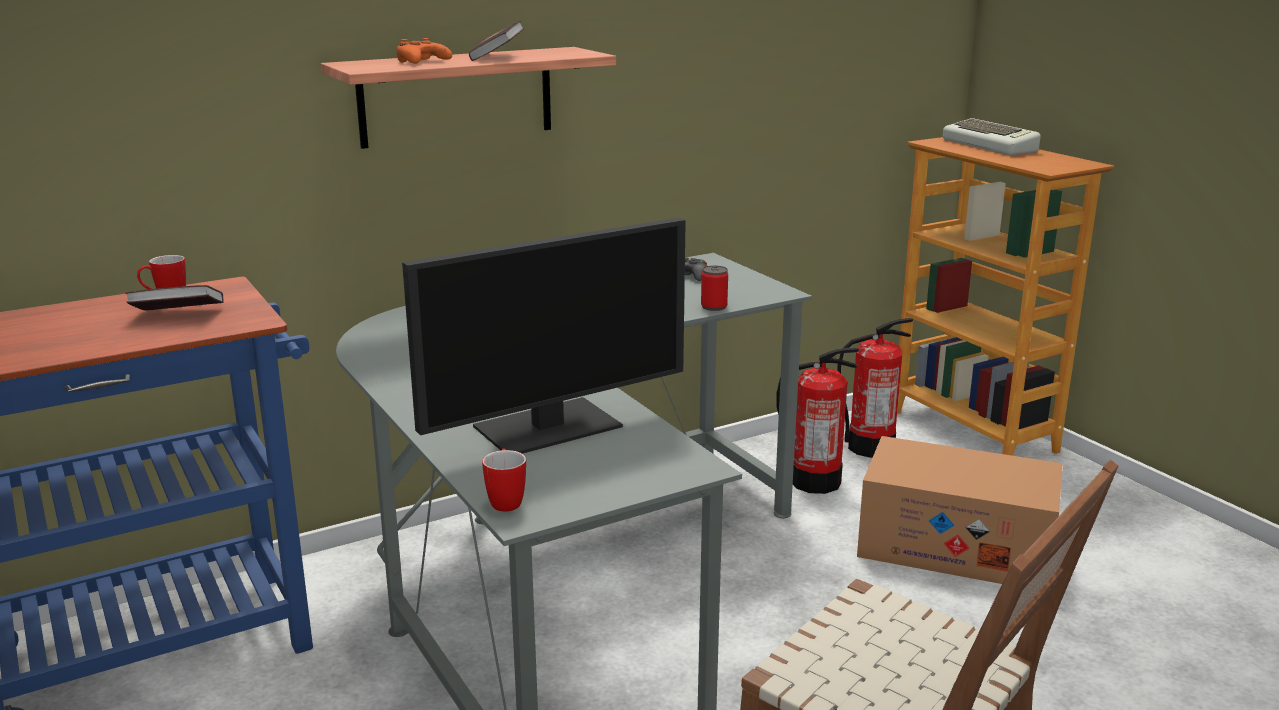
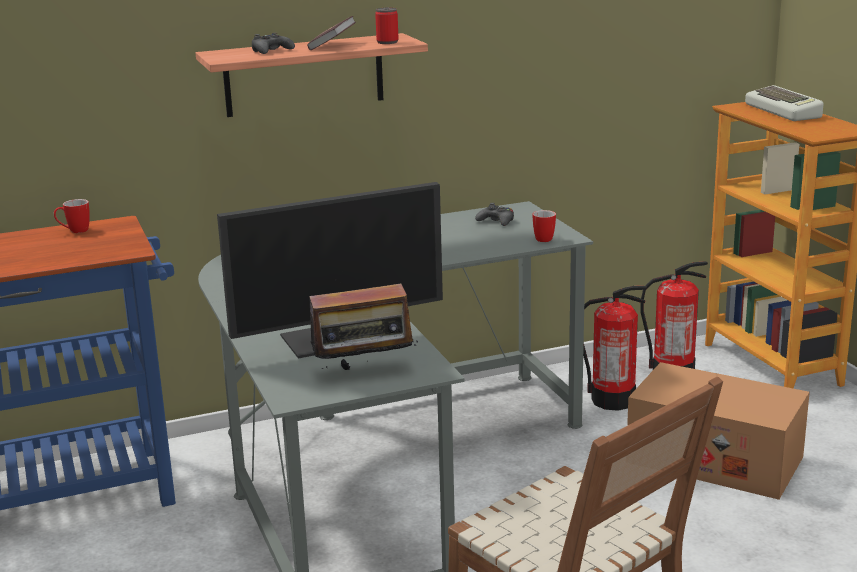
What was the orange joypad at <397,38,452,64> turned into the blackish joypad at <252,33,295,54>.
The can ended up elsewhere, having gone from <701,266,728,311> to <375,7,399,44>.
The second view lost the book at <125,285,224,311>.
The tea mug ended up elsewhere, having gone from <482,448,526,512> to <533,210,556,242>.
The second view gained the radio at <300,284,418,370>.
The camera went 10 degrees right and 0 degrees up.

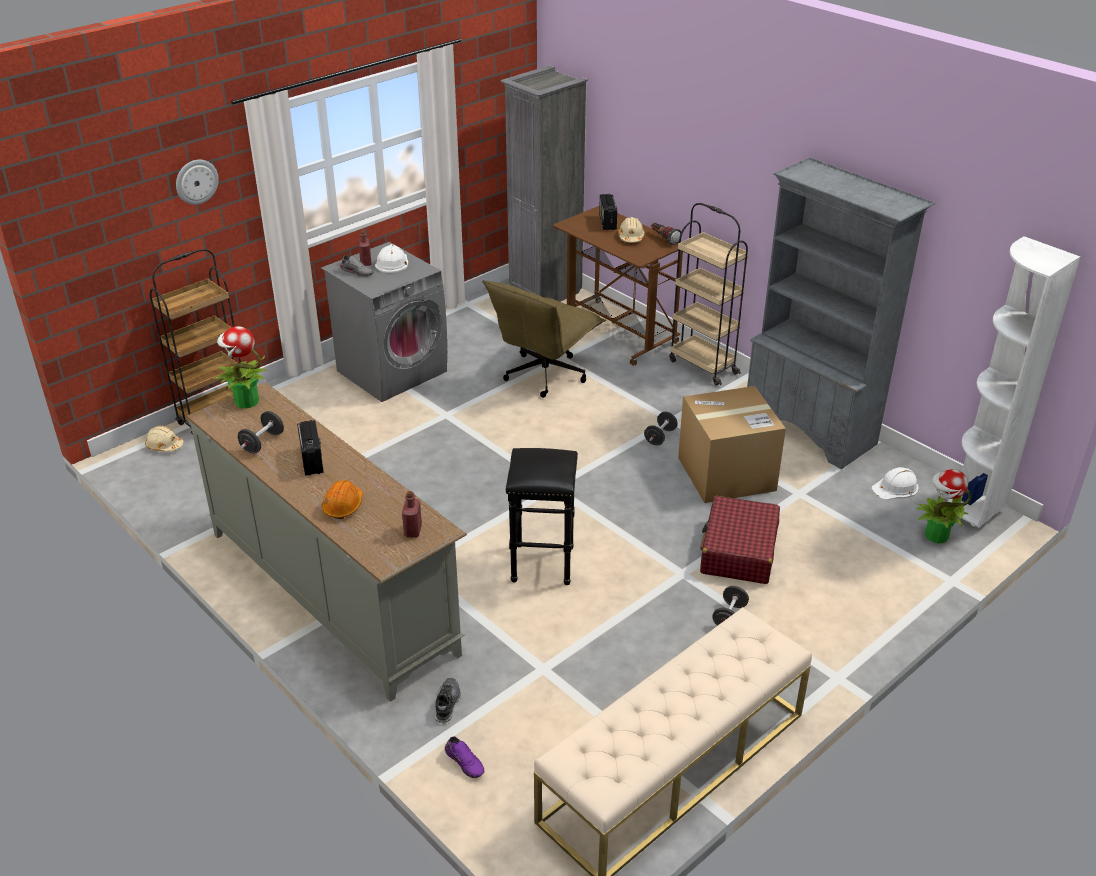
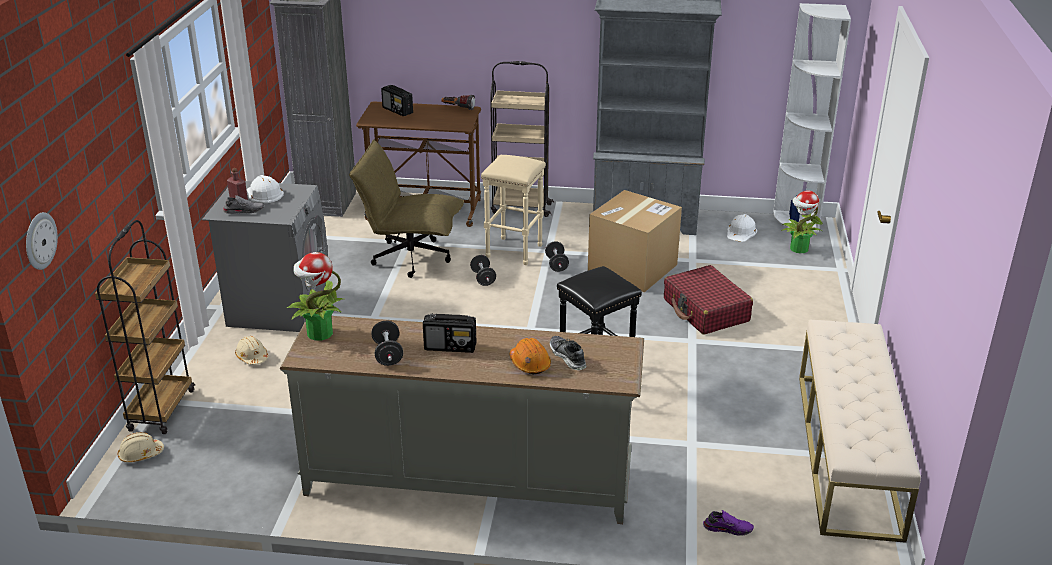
The wall clock ended up elsewhere, having gone from <176,160,219,205> to <26,212,58,270>.
The beige work helmet ended up elsewhere, having gone from <618,217,645,242> to <235,336,268,365>.
The beige computer chair at <482,280,606,398> ended up facing another way, 105 degrees clockwise from before.
The radio at <297,420,324,476> ended up facing another way, 150 degrees clockwise from before.
The second view lost the red bottle at <402,491,422,538>.
The blackish free weight ended up elsewhere, having gone from <712,586,749,626> to <470,255,496,286>.
The low shoe ended up elsewhere, having gone from <435,678,461,725> to <550,336,586,370>.
The second view gained the beige stool seat at <481,155,546,265>.
The camera went 40 degrees left and 5 degrees down.

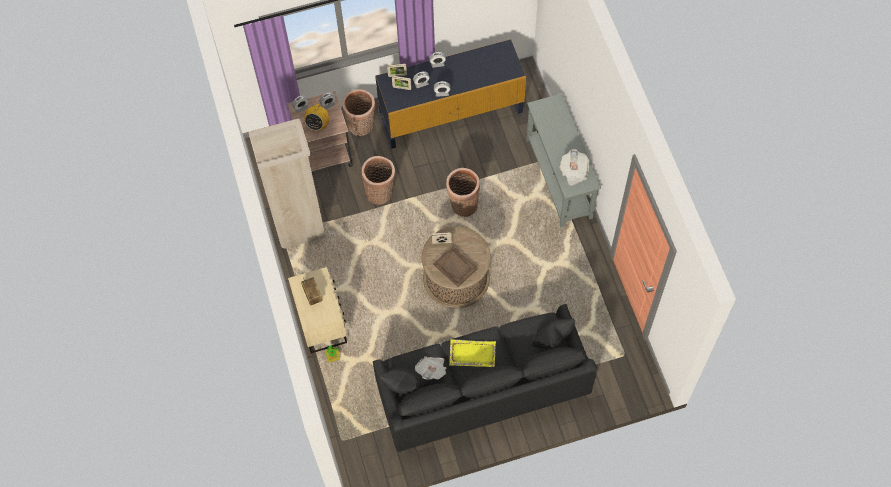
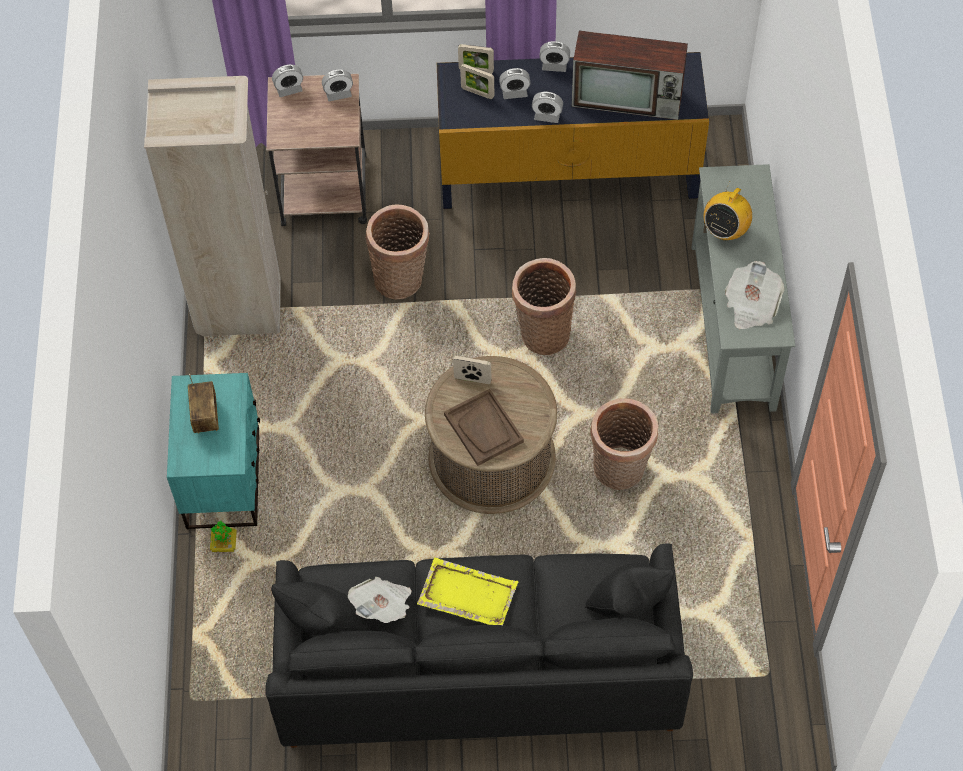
The household basket ended up elsewhere, having gone from <342,89,375,136> to <590,398,658,490>.
The radio ended up elsewhere, having gone from <304,100,329,131> to <704,184,752,240>.
What was the beige nightstand at <288,267,347,354> turned into the turquoise nightstand at <167,373,260,529>.
The second view gained the television at <572,31,688,120>.
The camera went 15 degrees right and 5 degrees down.

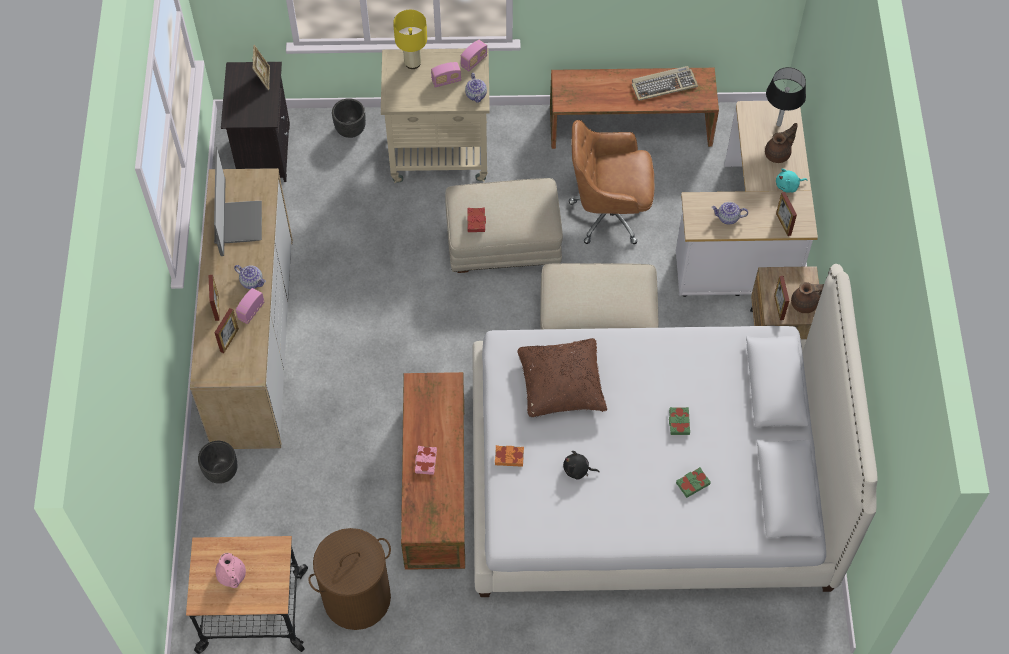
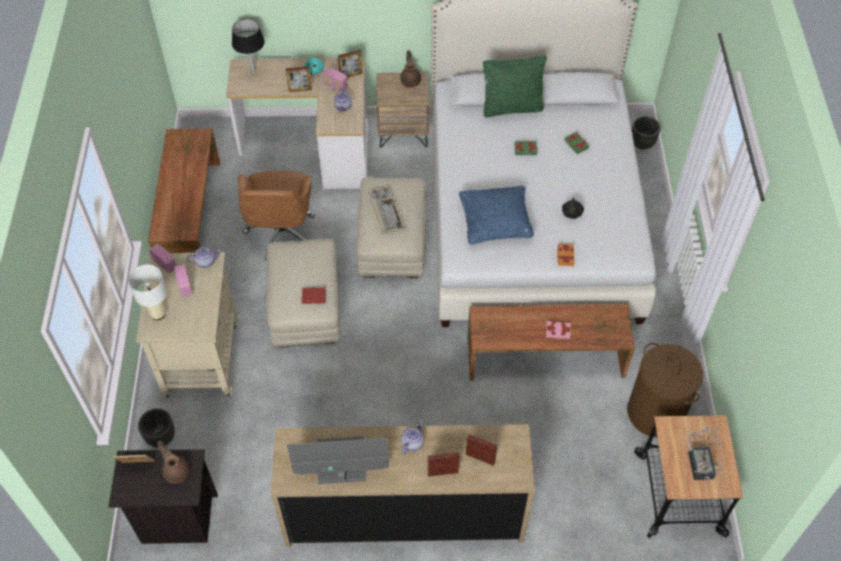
What was the yellowish table lamp at <393,10,427,69> turned into the white-coloured table lamp at <128,265,167,320>.
The computer keyboard ended up elsewhere, having gone from <632,66,698,101> to <368,186,405,234>.
The brownish teapot ended up elsewhere, having gone from <765,123,798,163> to <158,441,190,484>.
The photo frame ended up elsewhere, having gone from <774,276,789,320> to <286,66,312,92>.
The radio ended up elsewhere, having gone from <236,288,264,324> to <323,68,348,91>.
What was the brownish cushion at <518,338,607,417> turned into the blue-coloured cushion at <459,186,534,245>.
The blackish planter ended up elsewhere, having gone from <198,441,238,484> to <632,116,661,150>.
Where the pinkish teapot stood at <215,553,246,588>, the houseplant came to stand at <685,426,723,480>.
The second view gained the green cushion at <483,55,547,117>.
The camera went 90 degrees left and 5 degrees down.

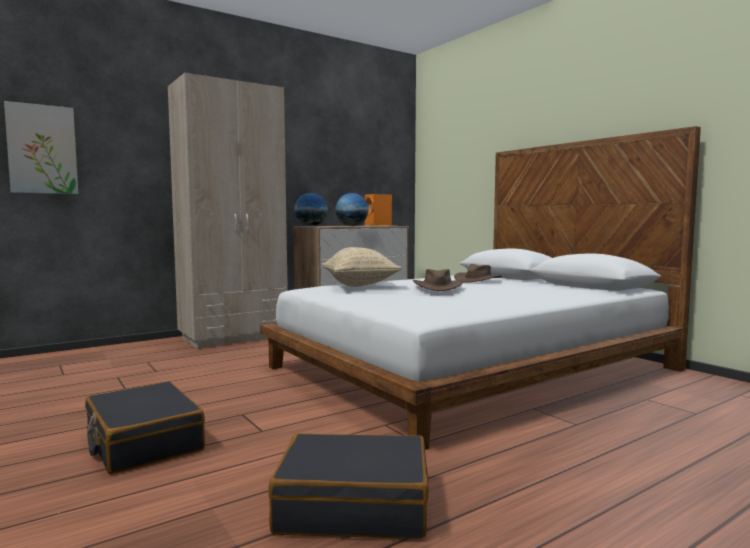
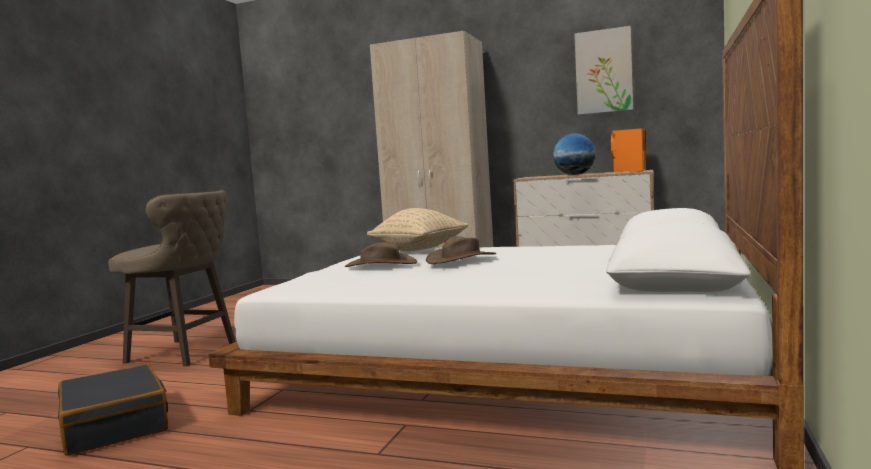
The picture ended up elsewhere, having gone from <4,101,78,194> to <574,26,633,115>.
The second view lost the desk globe at <294,193,328,226>.
The brownish clothing hat ended up elsewhere, having gone from <454,264,502,283> to <345,242,417,267>.
Where the blackish travel case stood at <85,381,205,474>, the beige stool seat came to stand at <108,190,236,366>.
The camera went 55 degrees right and 0 degrees up.

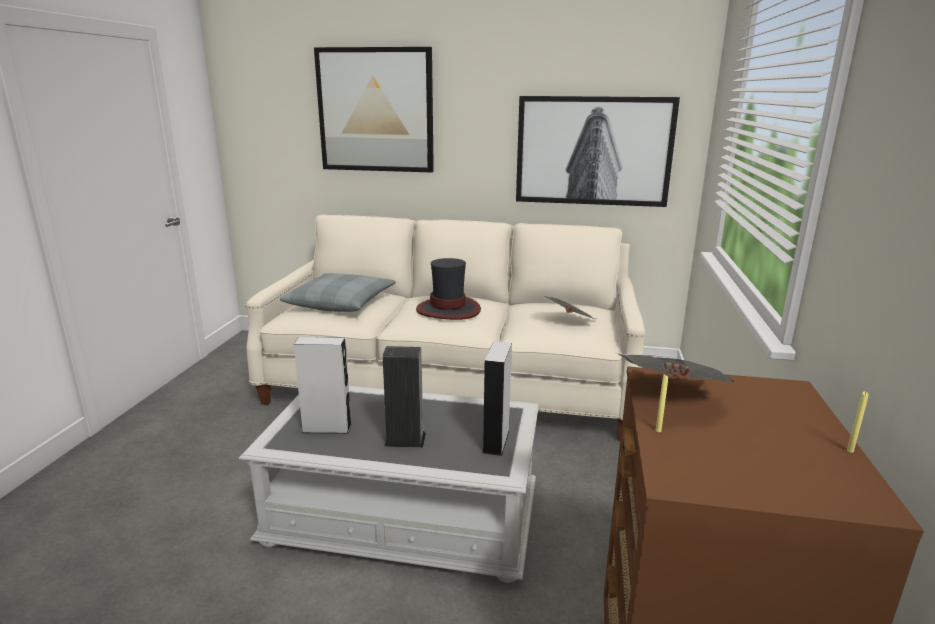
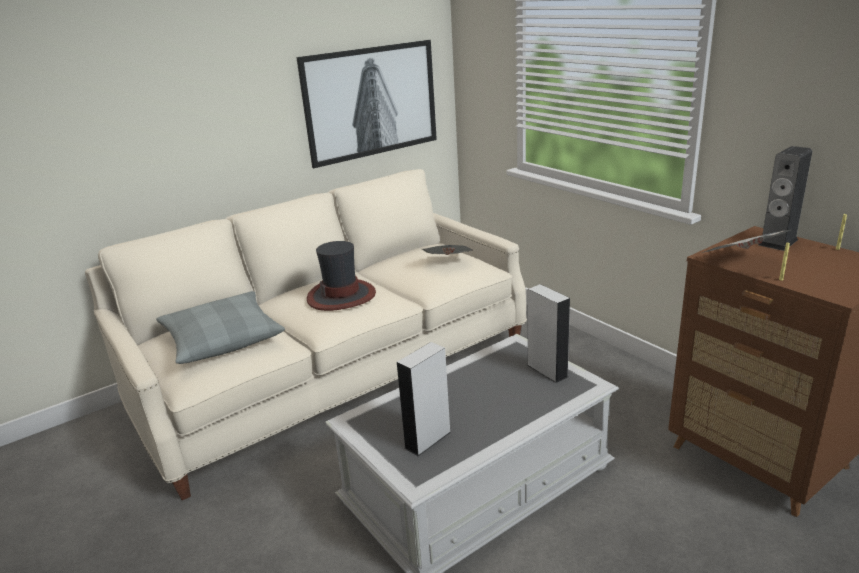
The second view lost the picture at <314,47,434,173>.
The audio speaker ended up elsewhere, having gone from <383,346,426,448> to <759,146,812,251>.
The camera went 45 degrees left and 5 degrees up.

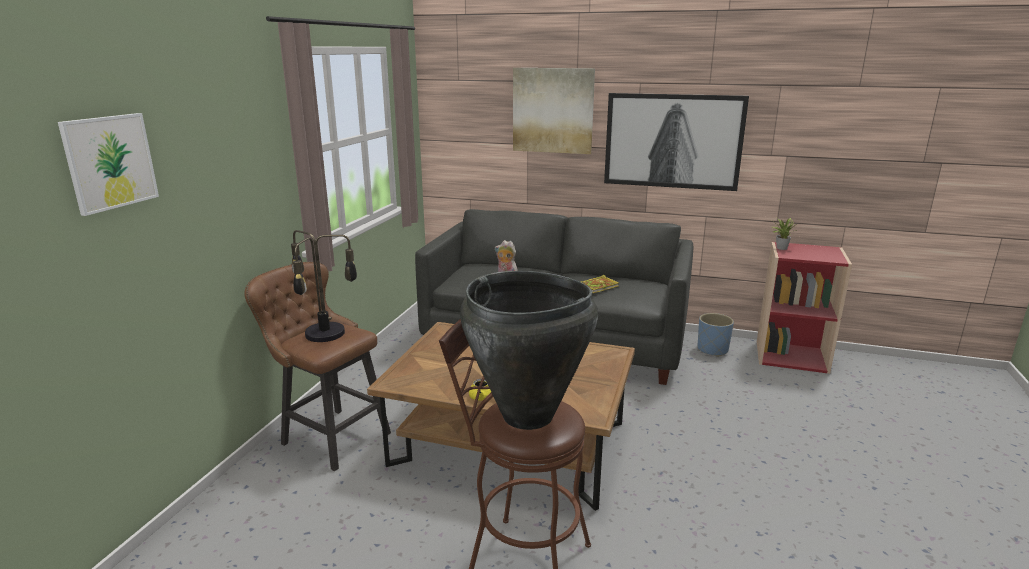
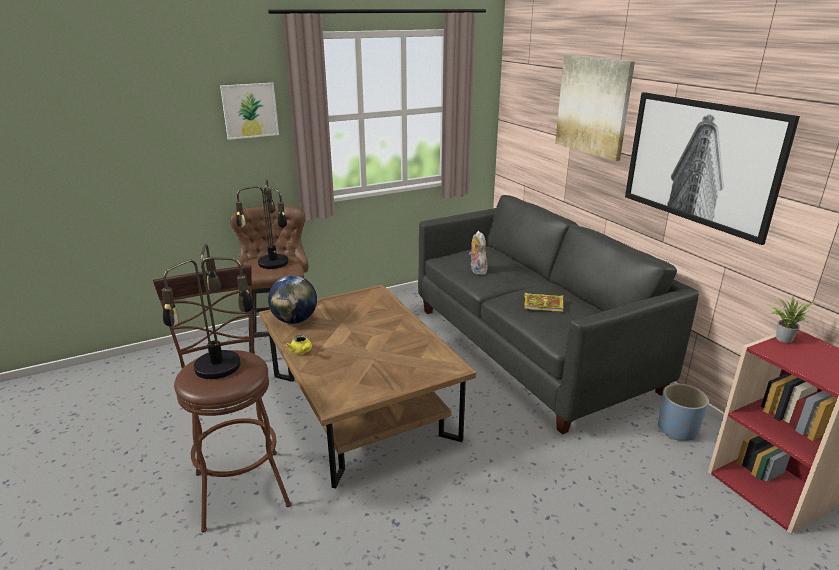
The picture ended up elsewhere, having gone from <58,113,159,216> to <220,83,279,140>.
Where the blackish decorative vase stood at <460,271,598,430>, the table lamp came to stand at <162,244,253,379>.
The second view gained the desk globe at <268,275,317,324>.
The camera went 45 degrees right and 5 degrees up.

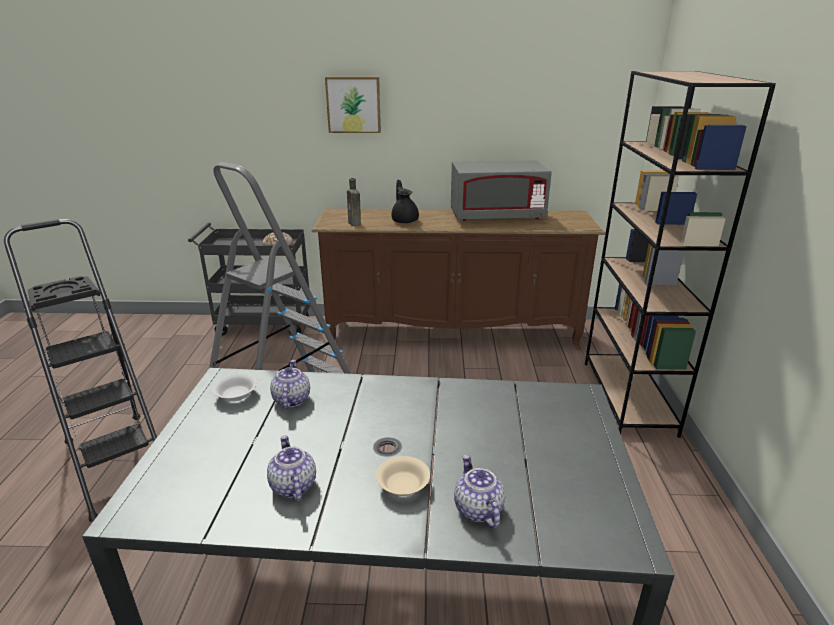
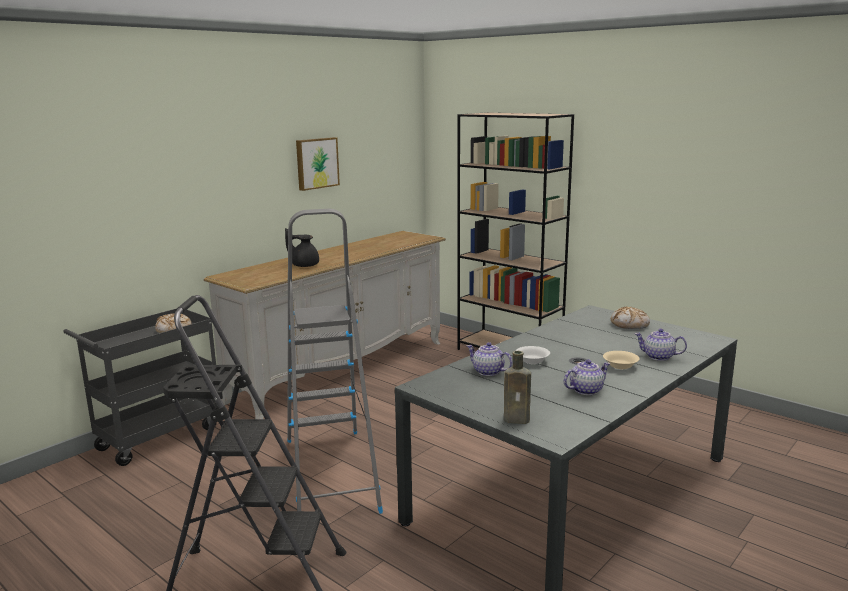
The picture ended up elsewhere, having gone from <325,77,381,133> to <296,137,340,191>.
The second view lost the grey microwave oven at <451,161,552,221>.
The brownish bottle ended up elsewhere, having gone from <347,178,361,226> to <504,351,531,424>.
What was the brownish cupboard at <312,209,606,350> turned into the grey cupboard at <204,231,446,419>.
The white-coloured bowl ended up elsewhere, having gone from <212,374,257,402> to <516,346,550,364>.
The teapot at <267,435,316,502> ended up facing another way, 135 degrees clockwise from before.
The second view gained the bakery bread at <611,307,650,329>.
The camera went 50 degrees left and 10 degrees down.

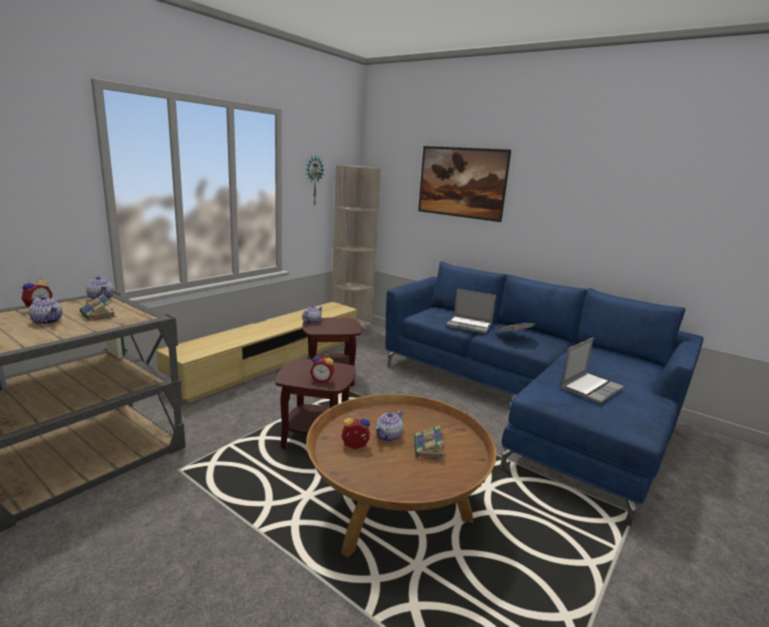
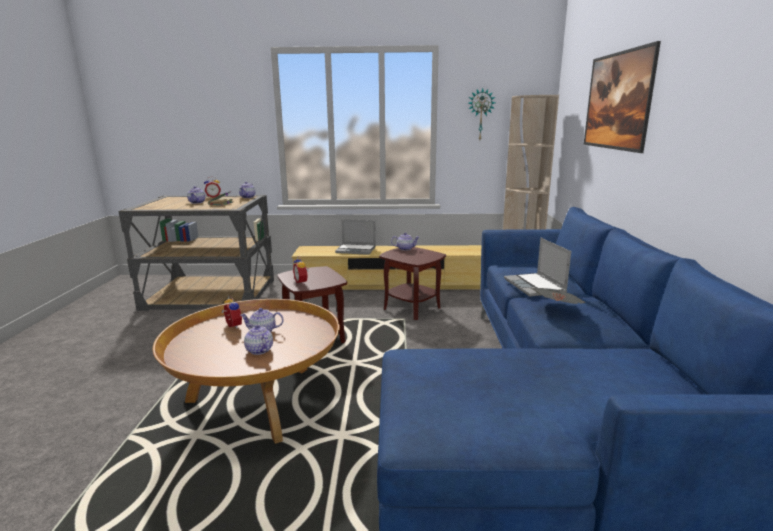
The portable computer ended up elsewhere, having gone from <560,337,624,404> to <335,219,376,255>.
Where the book stood at <414,425,444,461>, the teapot came to stand at <244,324,273,355>.
The camera went 55 degrees right and 0 degrees up.

